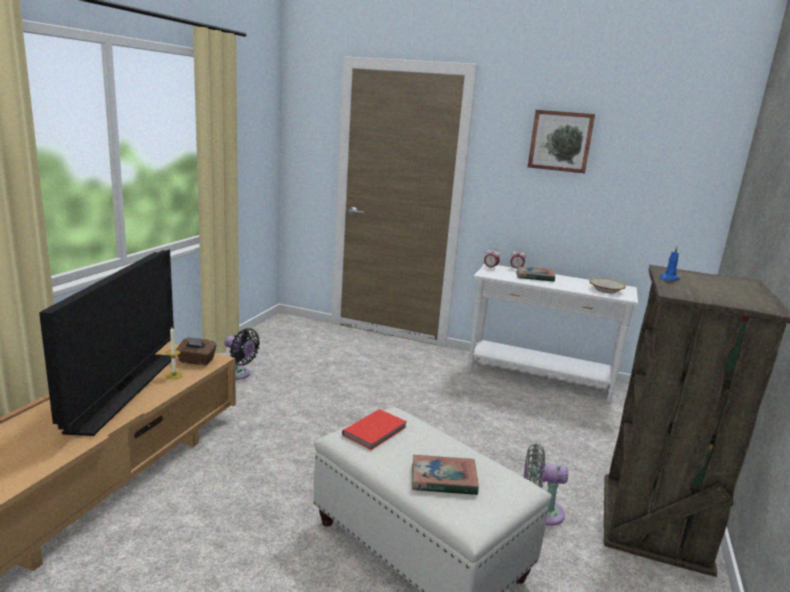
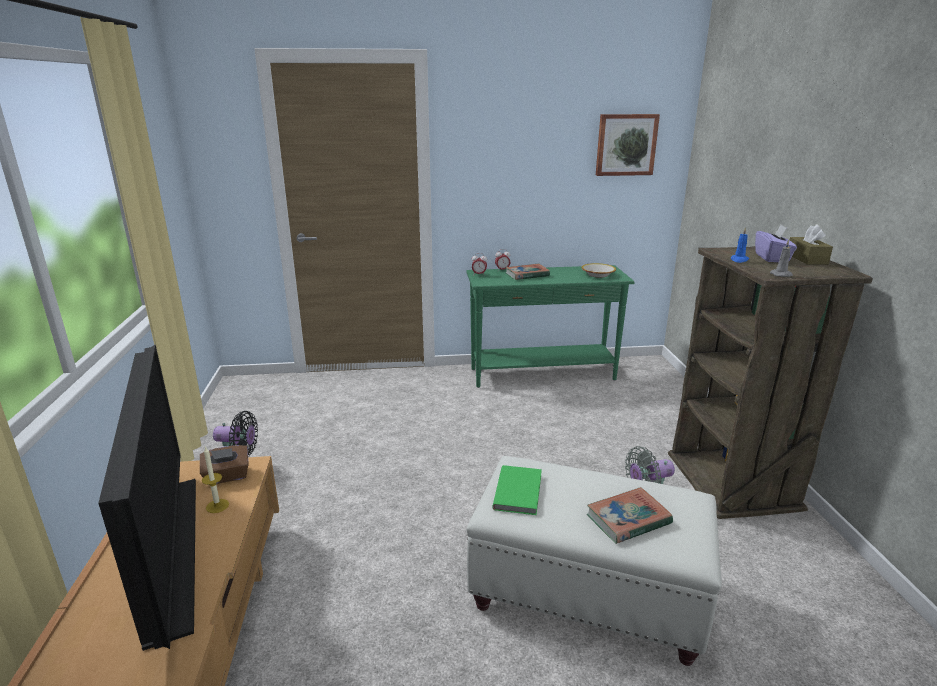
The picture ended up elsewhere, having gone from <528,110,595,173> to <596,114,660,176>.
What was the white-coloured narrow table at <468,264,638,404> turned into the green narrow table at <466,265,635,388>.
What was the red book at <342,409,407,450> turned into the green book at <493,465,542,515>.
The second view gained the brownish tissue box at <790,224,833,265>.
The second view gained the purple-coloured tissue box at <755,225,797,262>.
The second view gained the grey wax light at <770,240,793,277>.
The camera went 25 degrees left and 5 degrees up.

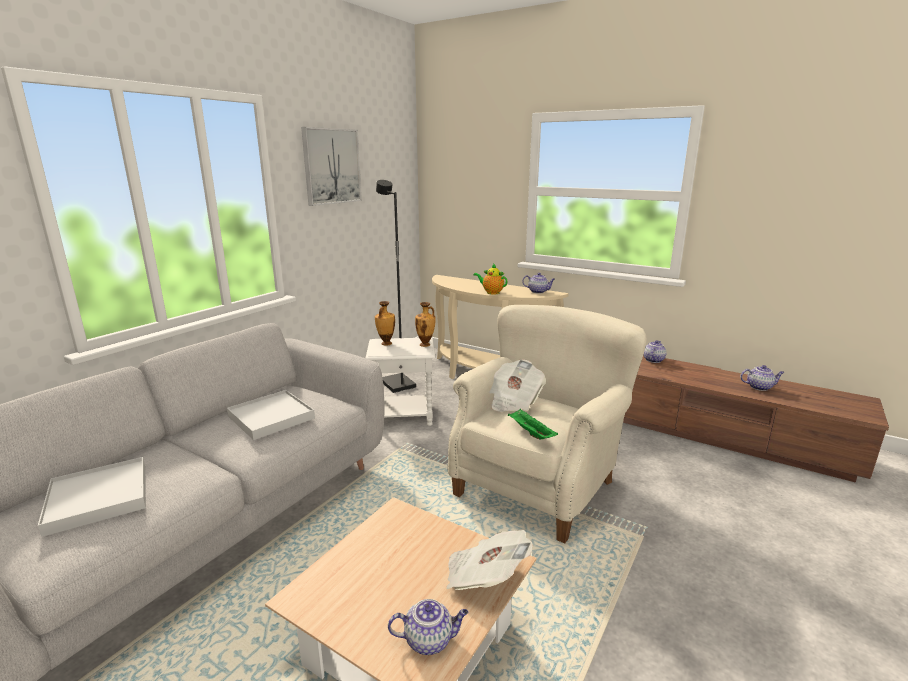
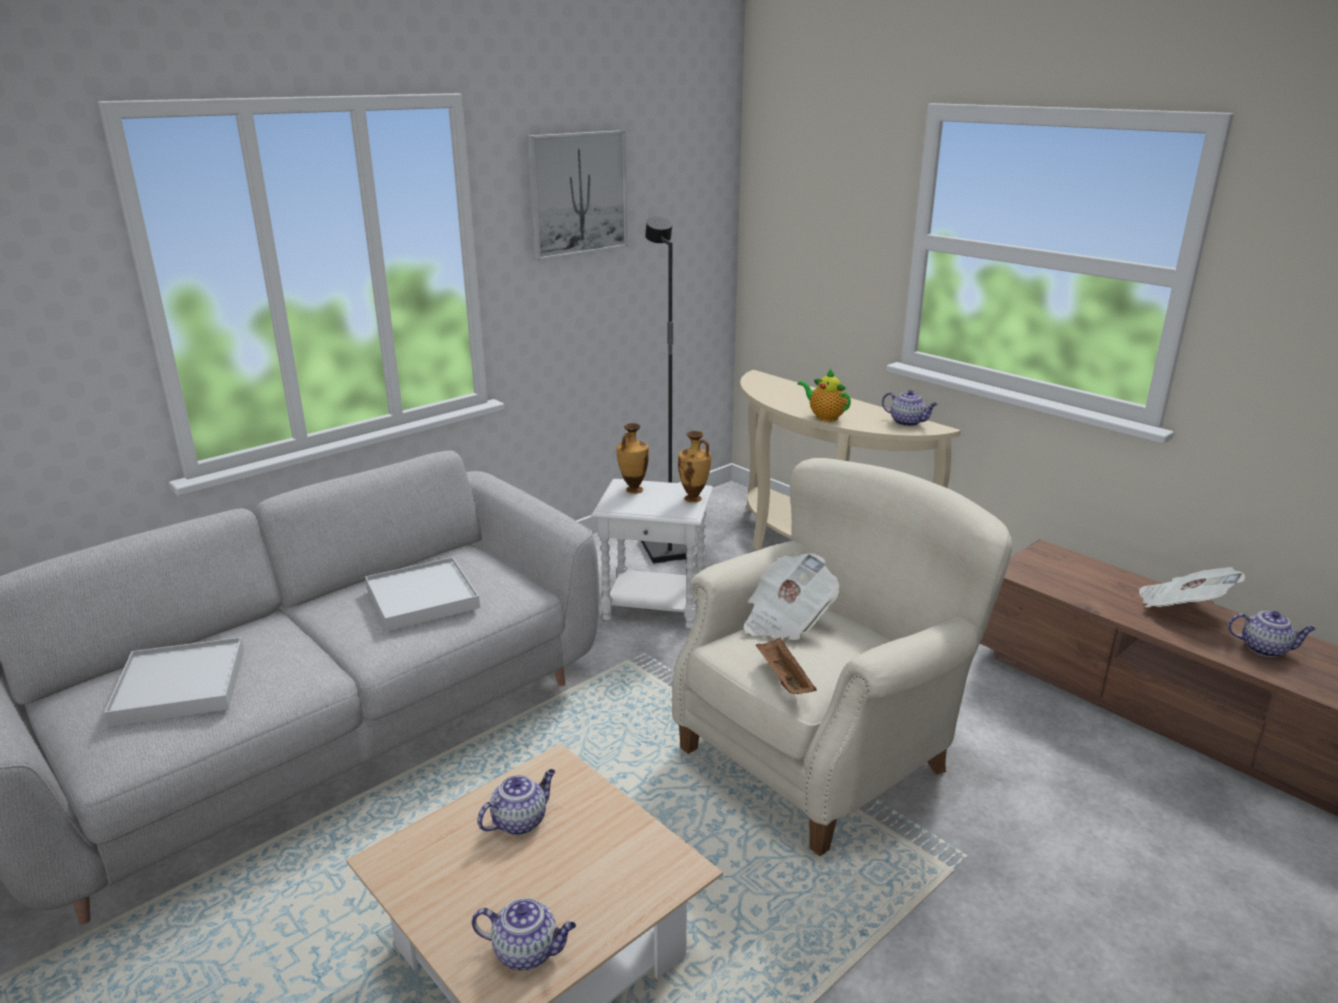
The teapot ended up elsewhere, having gone from <644,340,667,363> to <477,769,555,835>.
What was the green carrying tray at <508,408,558,440> turned into the brownish carrying tray at <756,637,817,694>.
The printed paper ended up elsewhere, having gone from <446,530,533,590> to <1139,567,1245,608>.
The camera went 15 degrees right and 5 degrees up.

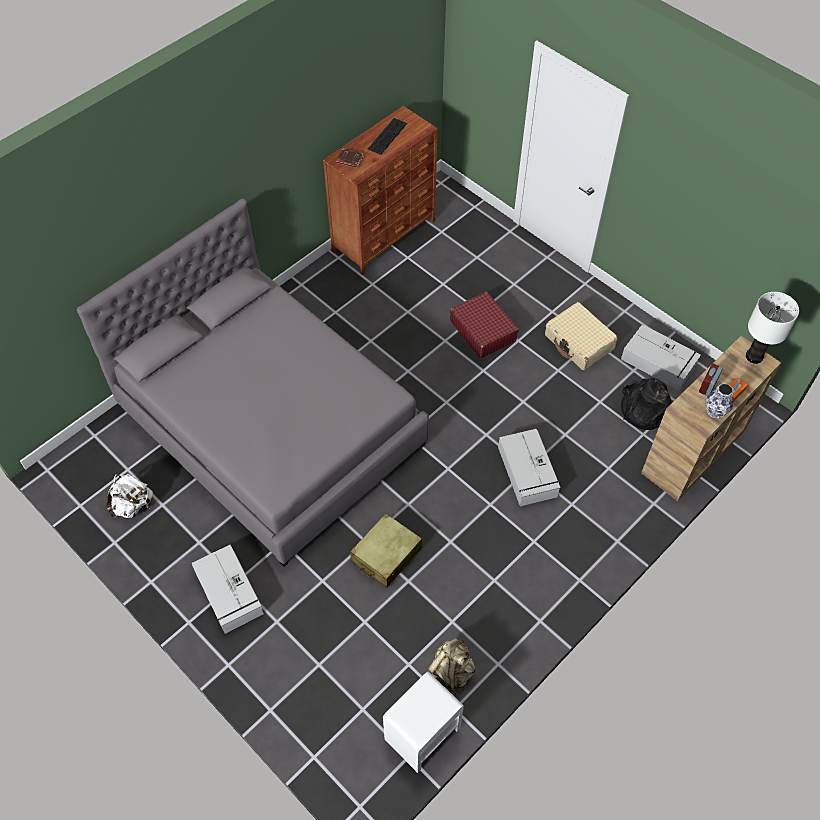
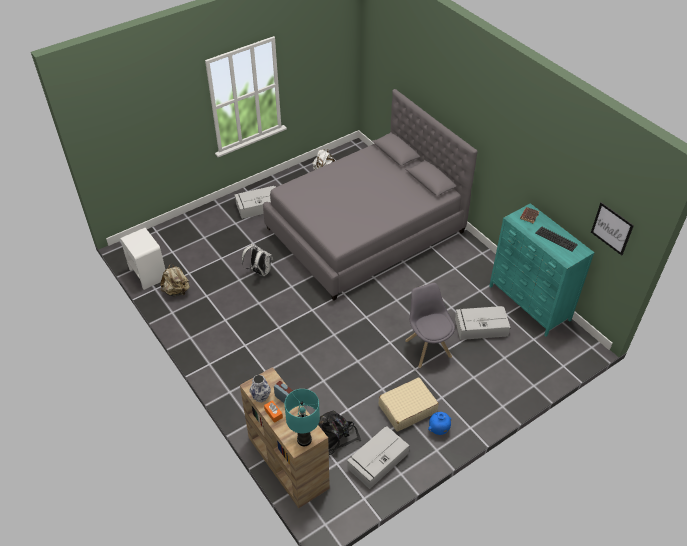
What was the brownish drawer chest at <323,106,438,275> turned into the turquoise drawer chest at <489,203,595,336>.
Where the red travel case stood at <450,292,518,358>, the grey upright chair came to stand at <405,283,455,368>.
What was the white-coloured table lamp at <746,292,799,364> turned into the turquoise table lamp at <285,389,320,446>.
The grey storage bin ended up elsewhere, having gone from <498,429,561,506> to <455,306,511,340>.
Where the beige travel case stood at <350,513,422,588>, the white-coloured knapsack came to stand at <242,244,273,276>.
The second view gained the picture at <591,202,634,256>.
The second view gained the blue-coloured decorative vase at <428,412,452,435>.
The camera went 100 degrees right and 10 degrees down.

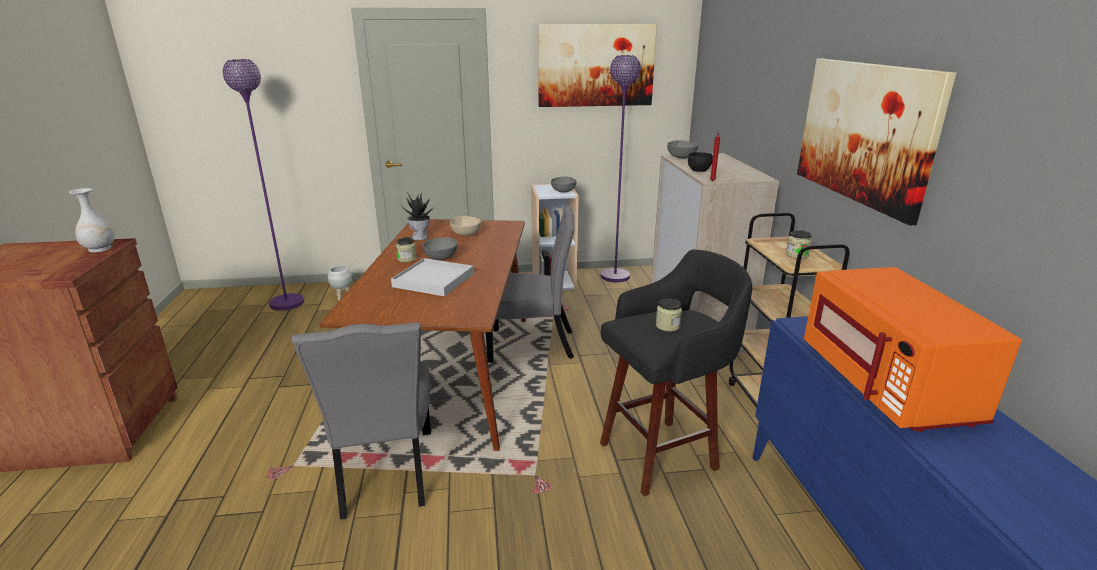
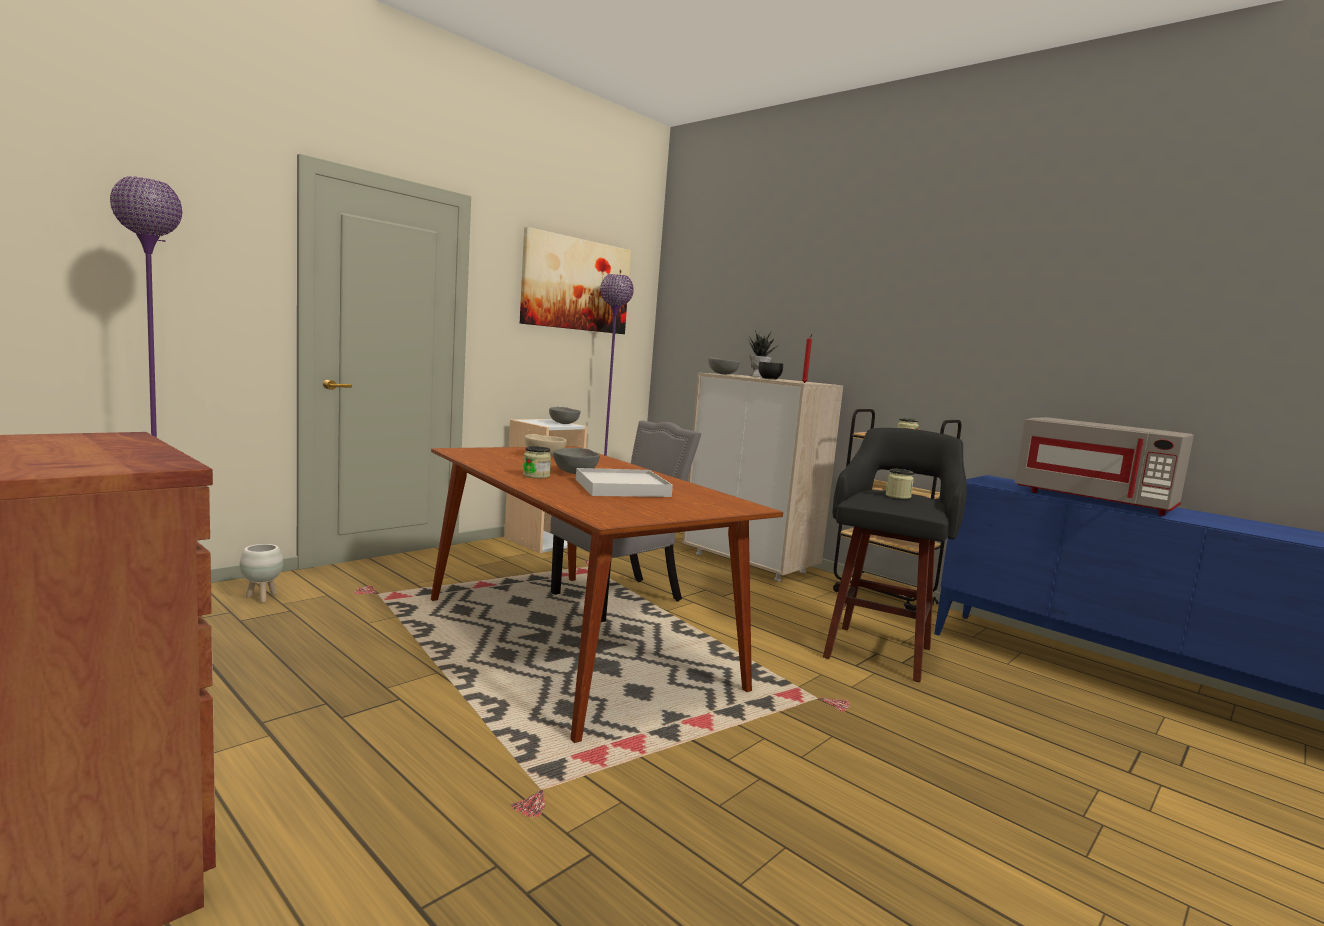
The second view lost the picture at <797,59,956,226>.
The second view lost the white-coloured decorative vase at <69,188,115,253>.
The houseplant ended up elsewhere, having gone from <401,192,435,240> to <748,330,777,377>.
What was the orange microwave oven at <804,267,1022,432> turned into the grey microwave oven at <1015,417,1194,516>.
The second view lost the grey upright chair at <291,322,431,519>.
The camera went 40 degrees left and 15 degrees down.

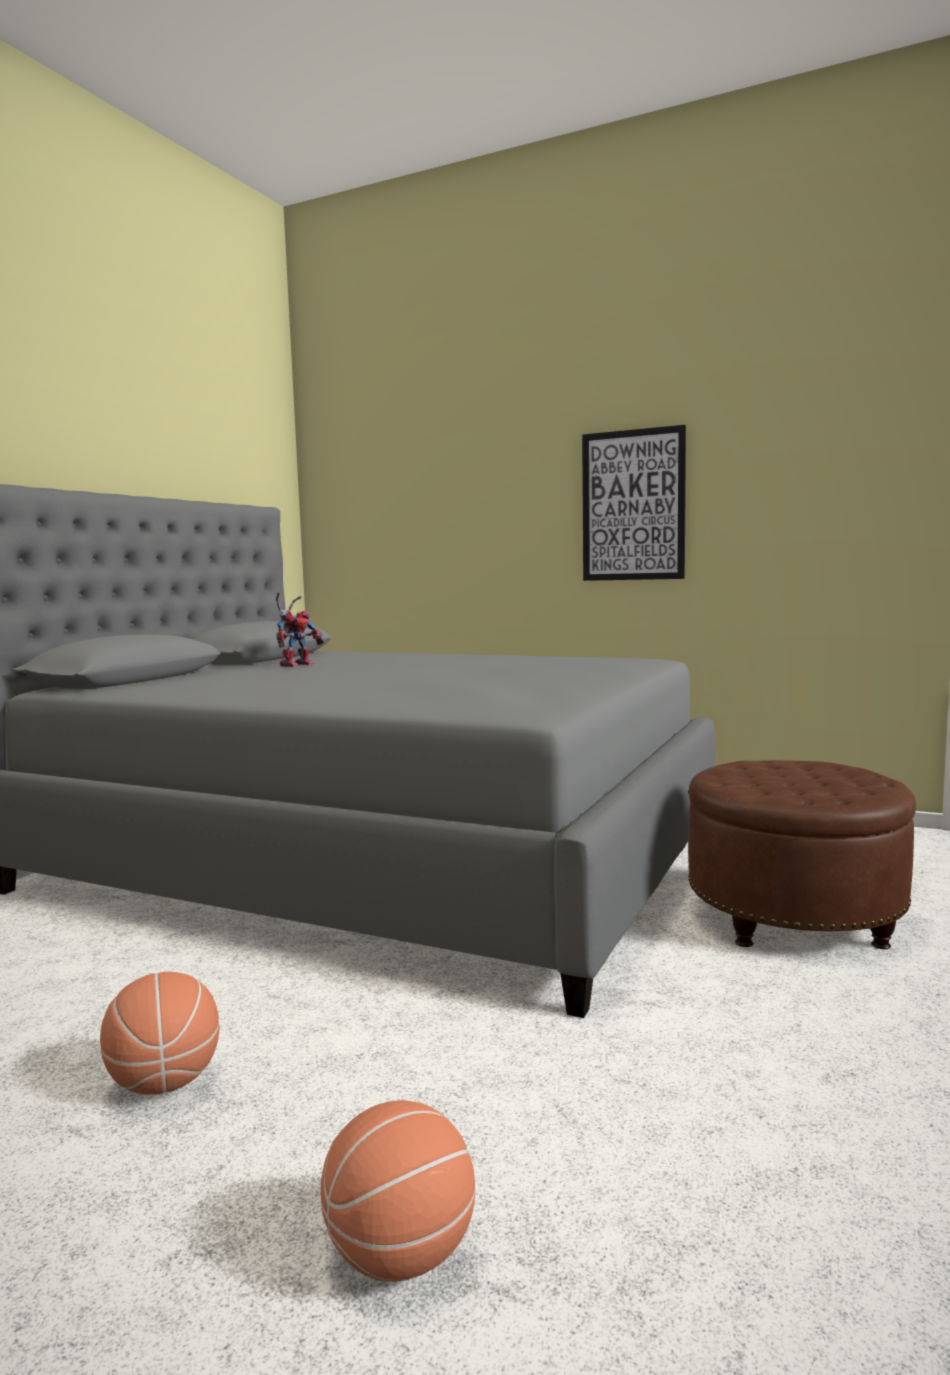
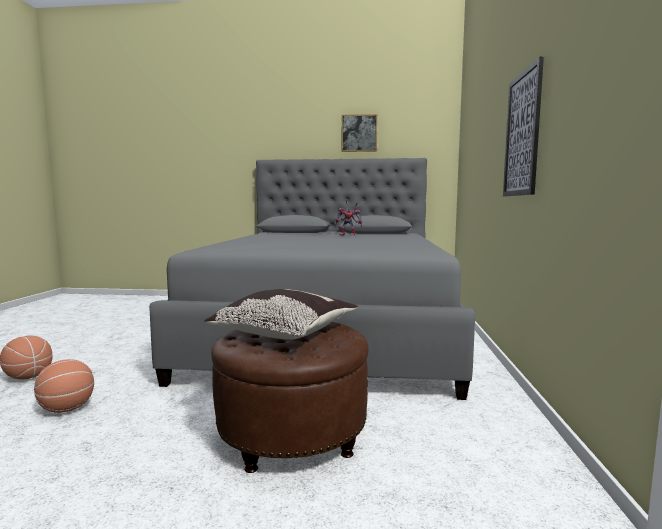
The ball for basketball ended up elsewhere, having gone from <100,972,219,1095> to <34,359,94,413>.
The second view gained the picture at <342,114,378,152>.
The second view gained the cushion at <204,289,358,340>.
The camera went 70 degrees right and 0 degrees up.

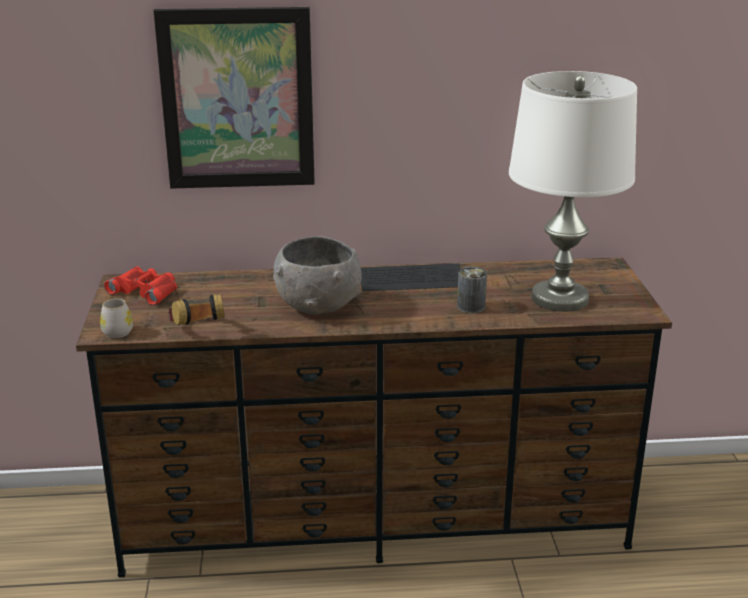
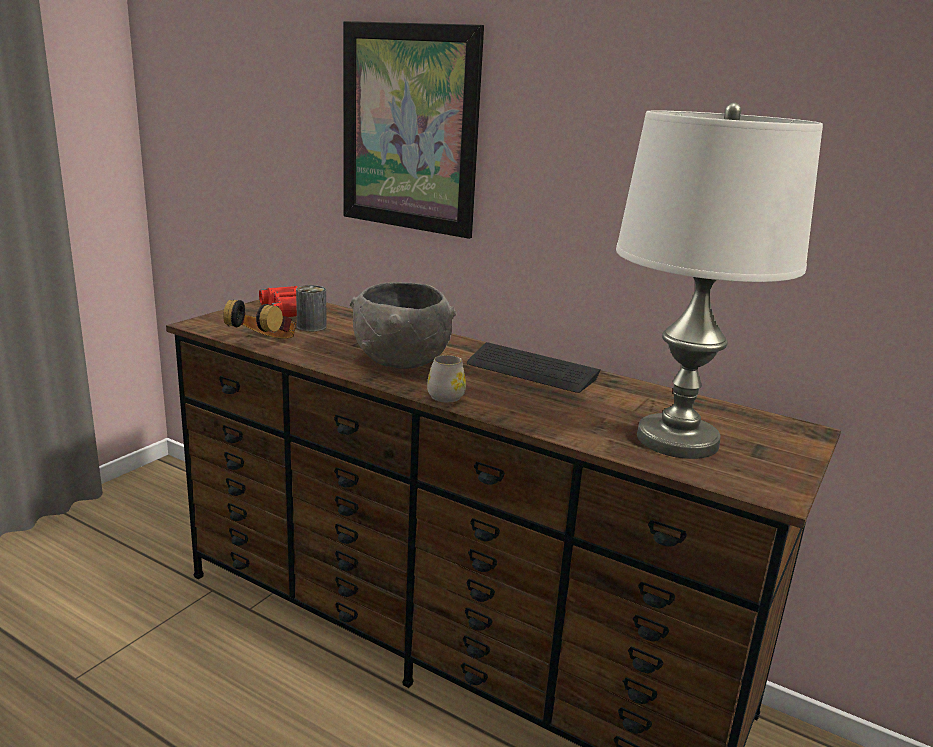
The can ended up elsewhere, having gone from <457,267,487,313> to <296,285,327,331>.
The white-coloured tea mug ended up elsewhere, having gone from <100,298,133,338> to <427,355,466,403>.
The camera went 35 degrees right and 5 degrees down.

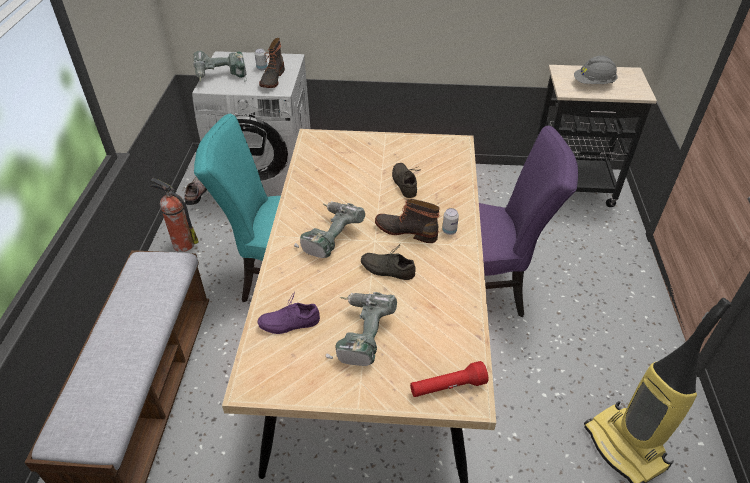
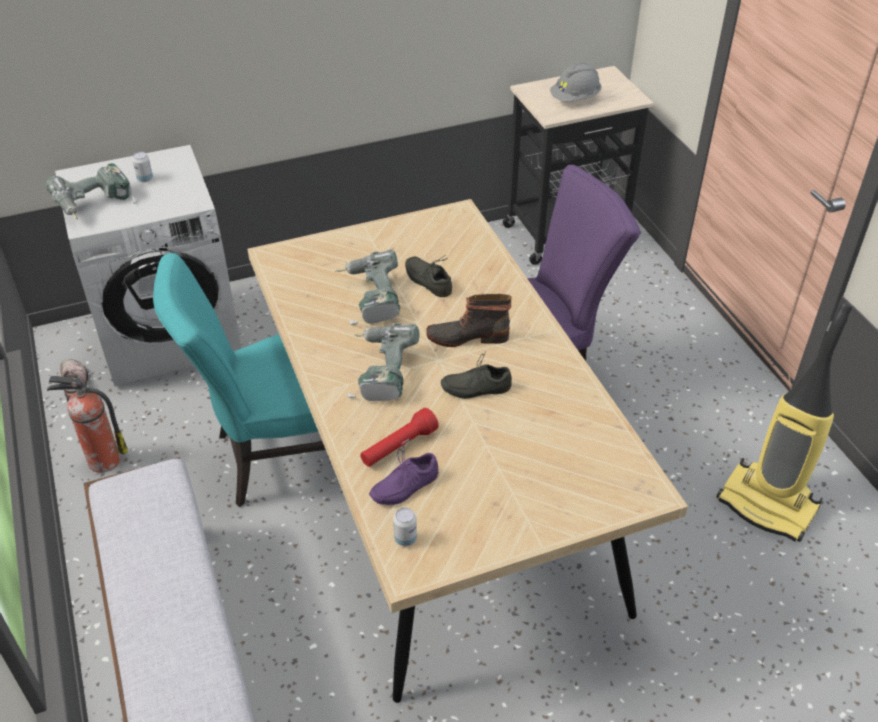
The second view lost the high-top boot at <259,38,285,88>.
The can ended up elsewhere, having gone from <442,208,459,235> to <393,507,417,546>.
The drill ended up elsewhere, having gone from <326,292,397,366> to <336,249,400,325>.
The red torch ended up elsewhere, having gone from <410,361,488,397> to <360,408,438,467>.
The camera went 25 degrees left and 0 degrees up.

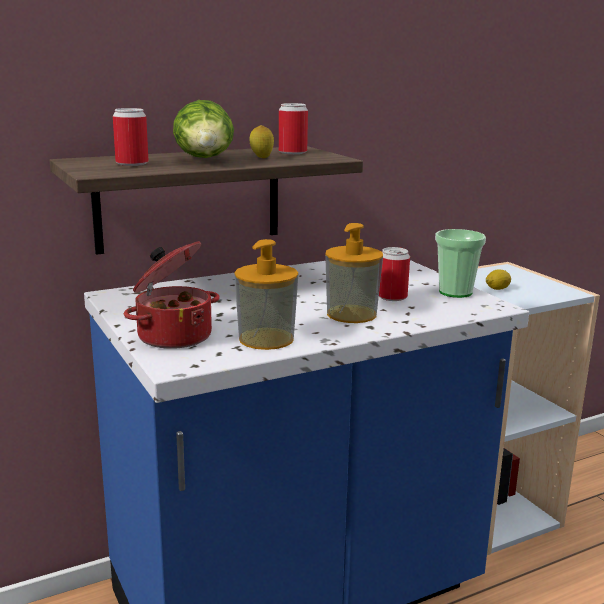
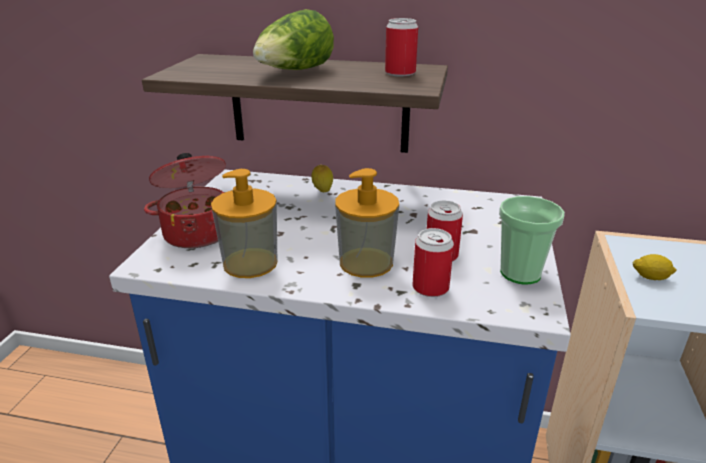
The can ended up elsewhere, having gone from <113,108,149,166> to <413,228,454,297>.
The citrus fruit ended up elsewhere, having gone from <250,125,274,159> to <311,165,333,192>.
The camera went 40 degrees right and 10 degrees up.

